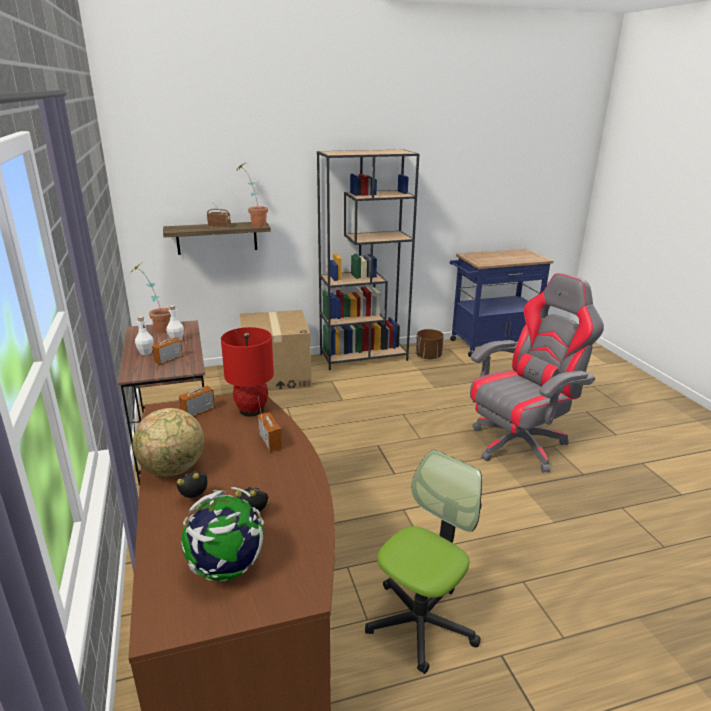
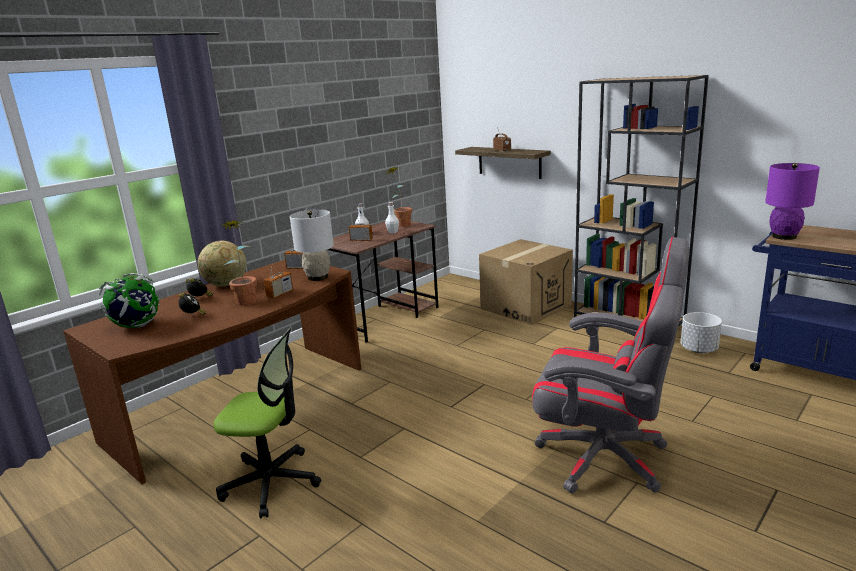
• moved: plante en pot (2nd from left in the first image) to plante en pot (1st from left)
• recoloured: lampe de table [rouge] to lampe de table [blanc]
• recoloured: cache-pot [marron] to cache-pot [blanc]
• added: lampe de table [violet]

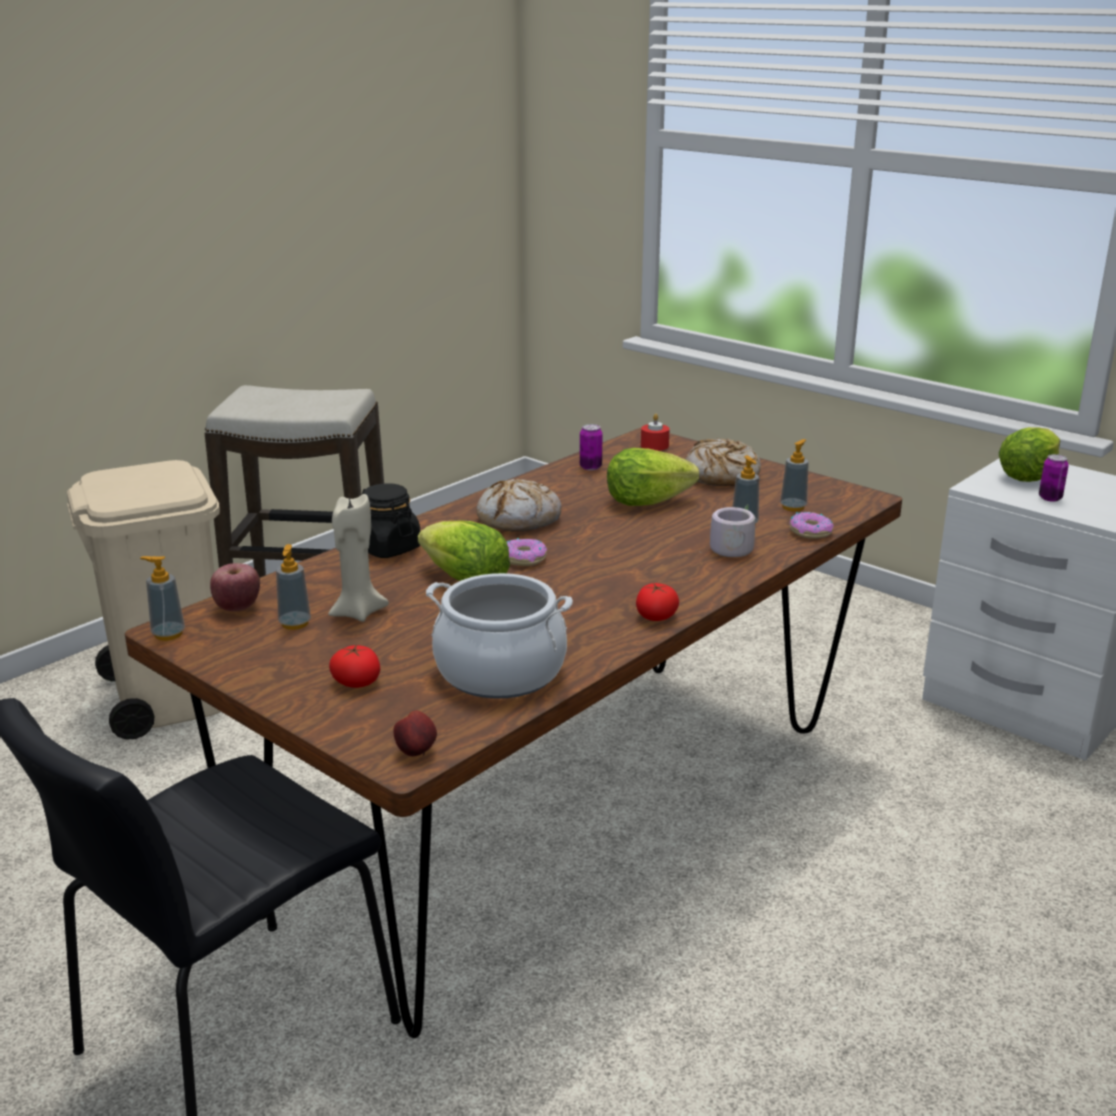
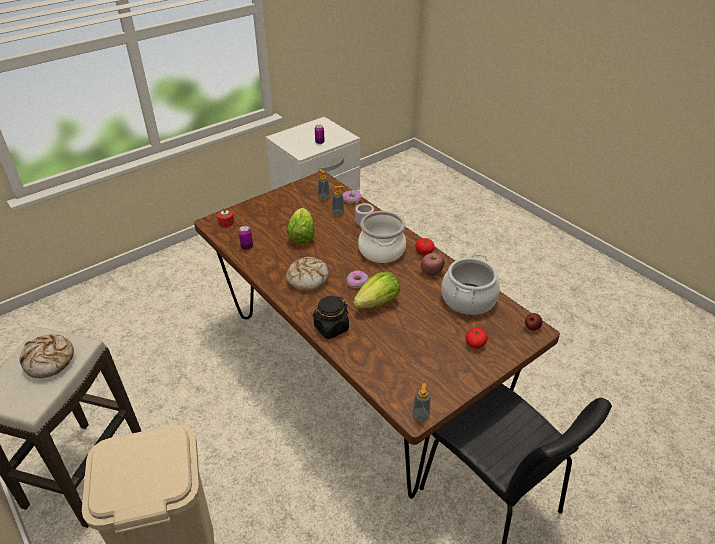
• moved: pain (2nd from left in the first image) to pain (1st from left)
• added: marmite (1st from left)
• moved: pomme (1st from left)
• removed: distributeur de savon (2nd from left)
• removed: bougie [beige]
• removed: laitue (3rd from left)

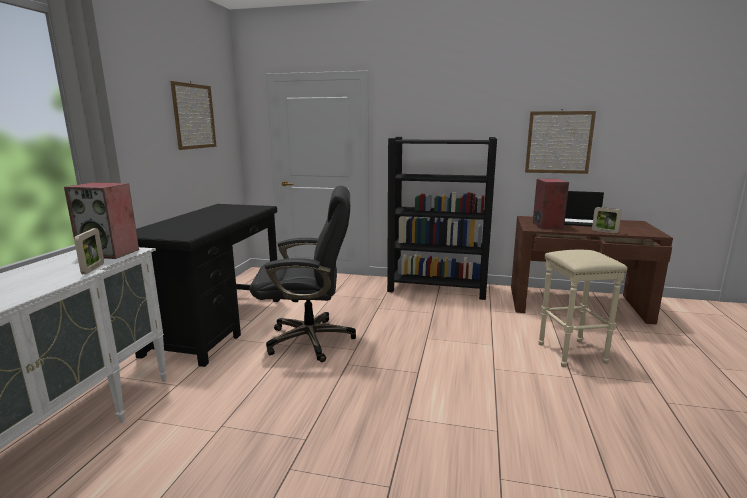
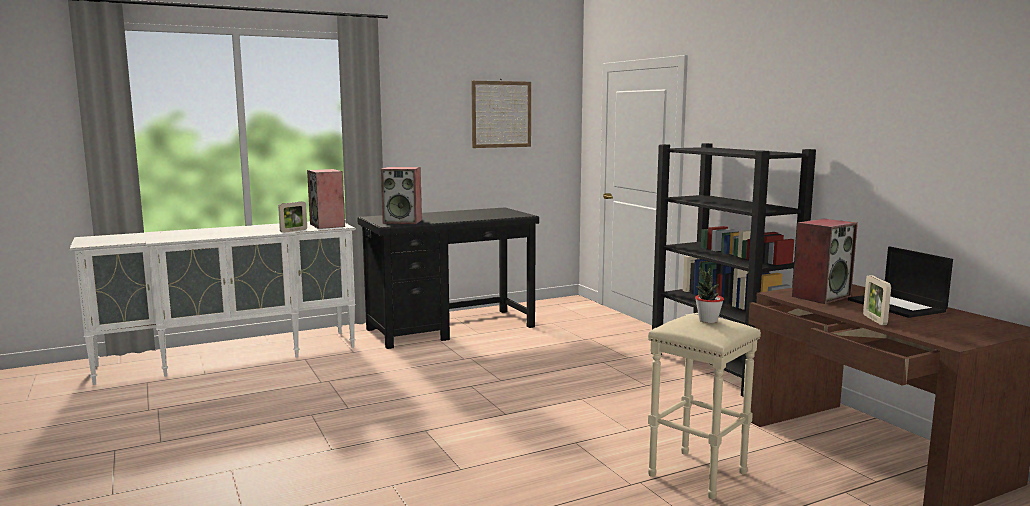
• added: enceinte (2nd from left)
• added: plante en pot
• removed: chaise de bureau [noir]
• removed: tableau (2nd from left)

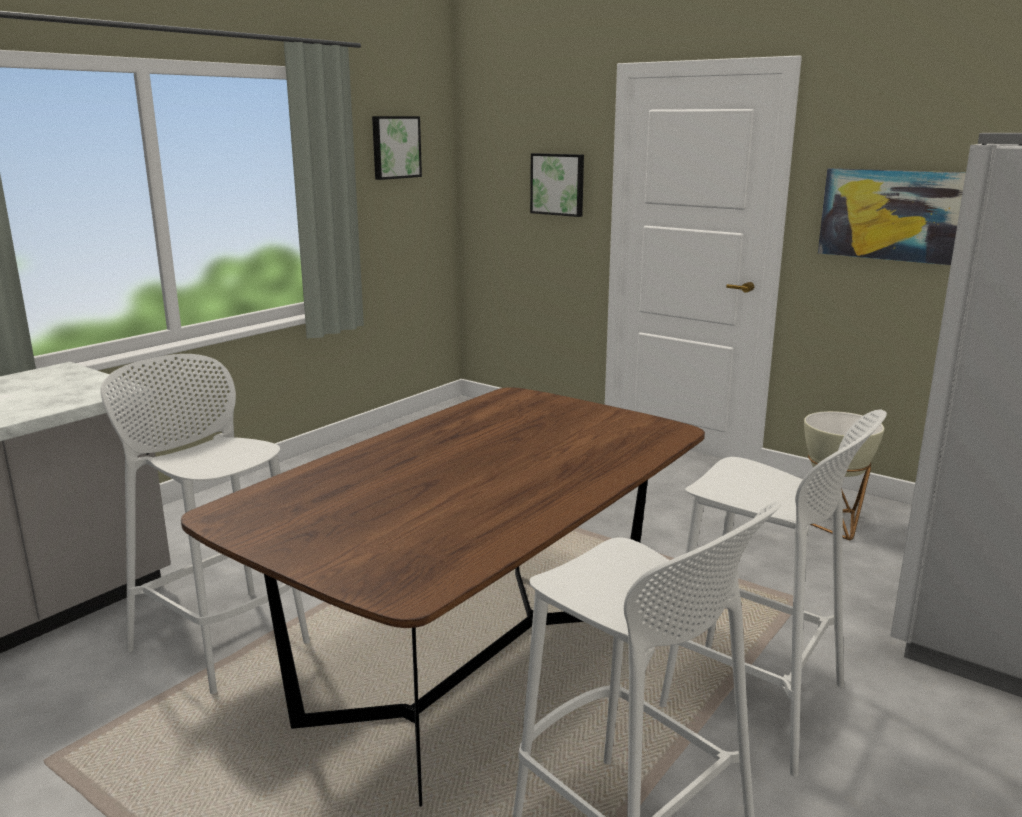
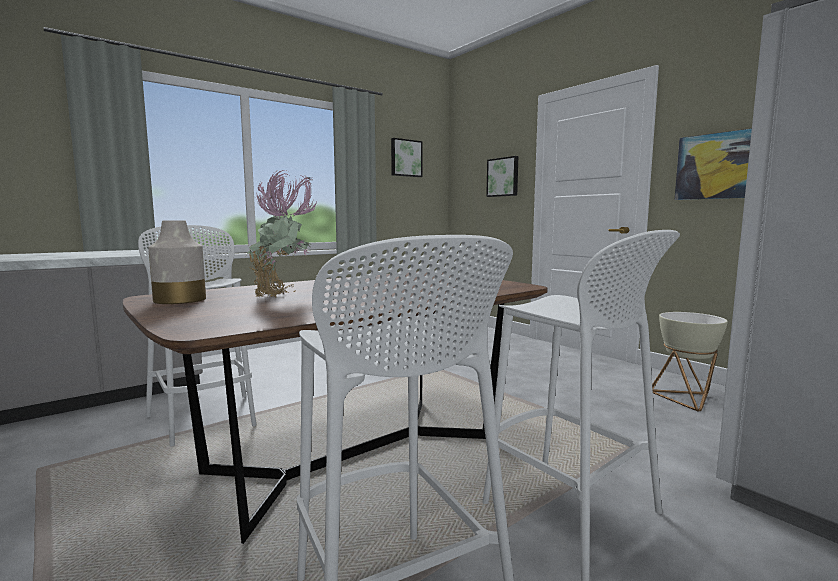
• added: vase [beige]
• added: plante en pot

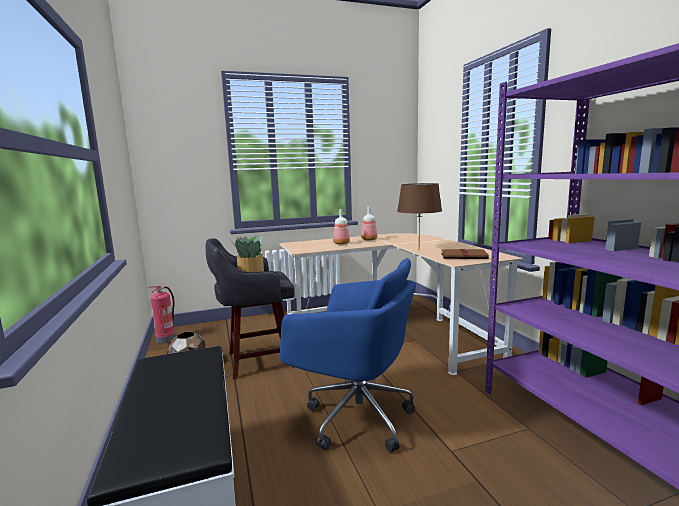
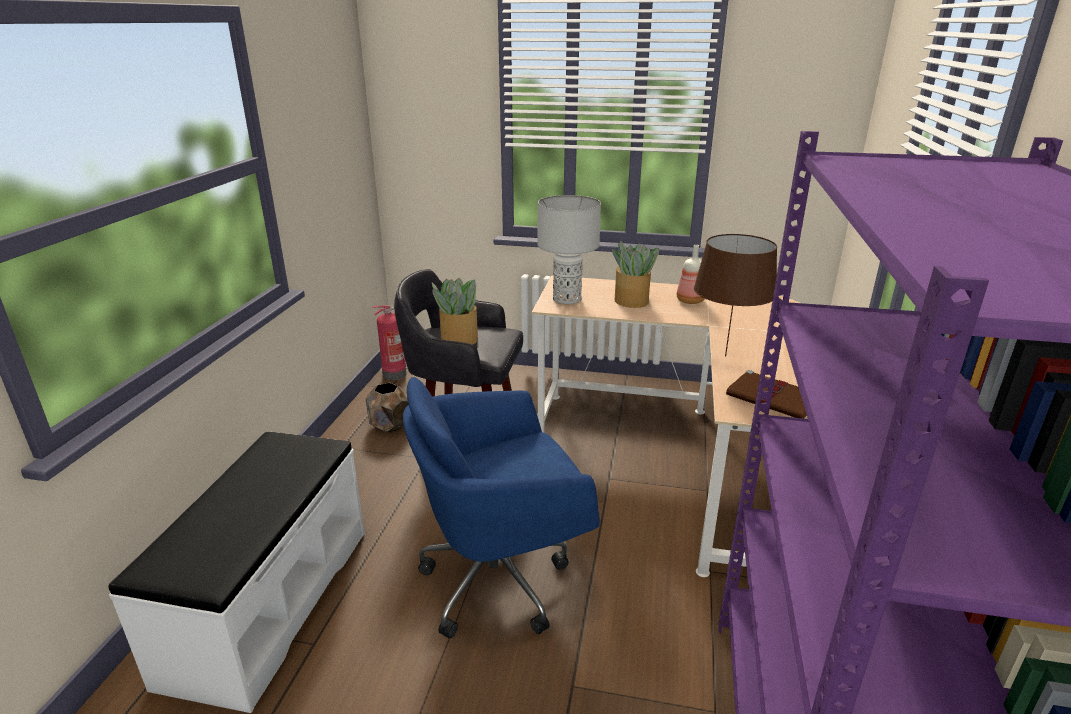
• turned: chaise de bureau [bleu] 105 degrees clockwise
• added: lampe de table [blanc]
• replaced: bouteille (1st from left) to plante en pot (2nd from left)

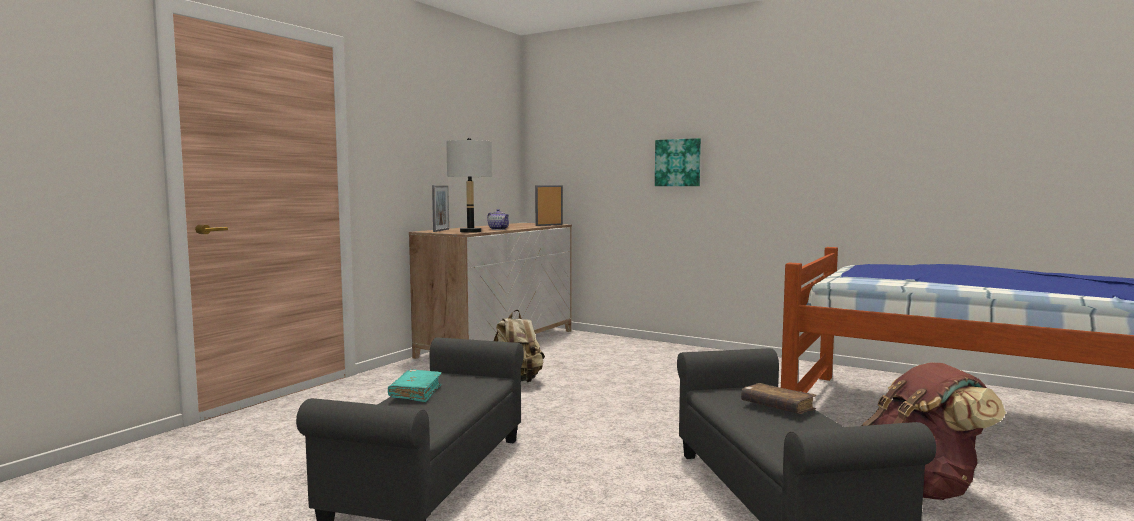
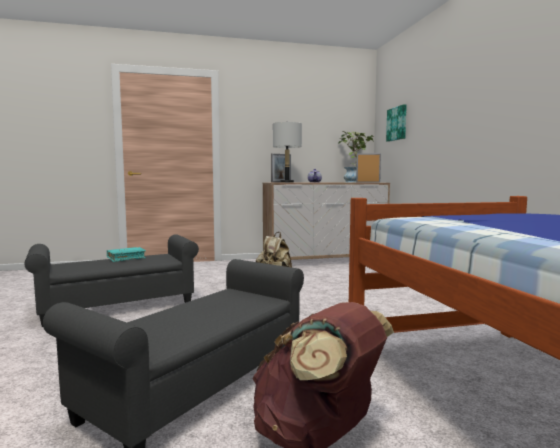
• added: plante en pot
• moved: tableau
• removed: livre [marron]

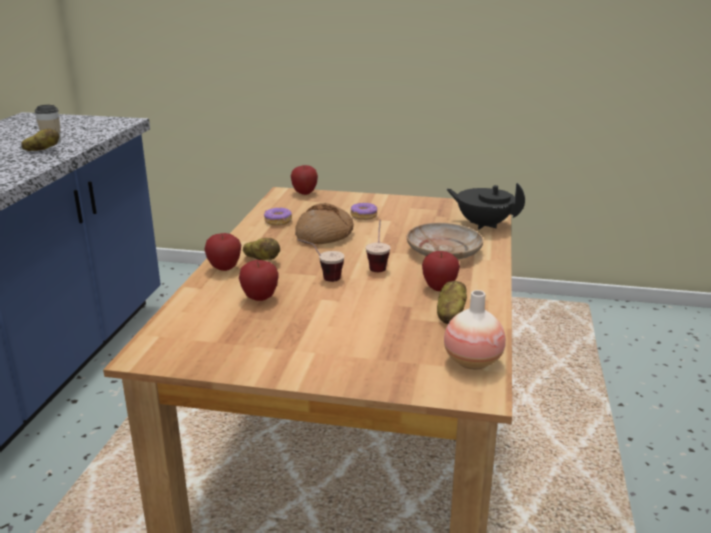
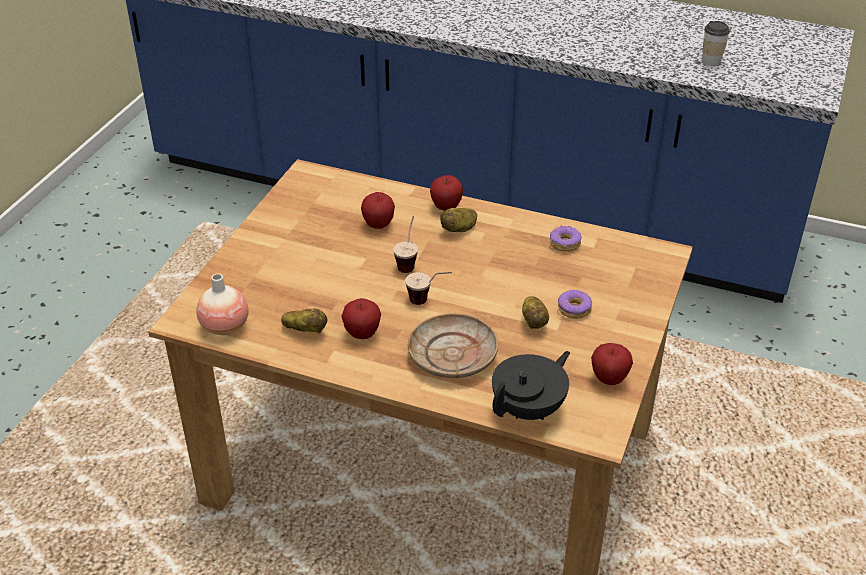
• moved: pomme de terre (1st from left in the first image) to pomme de terre (3rd from left)
• moved: pomme (3rd from left in the first image) to pomme (4th from left)
• removed: pain

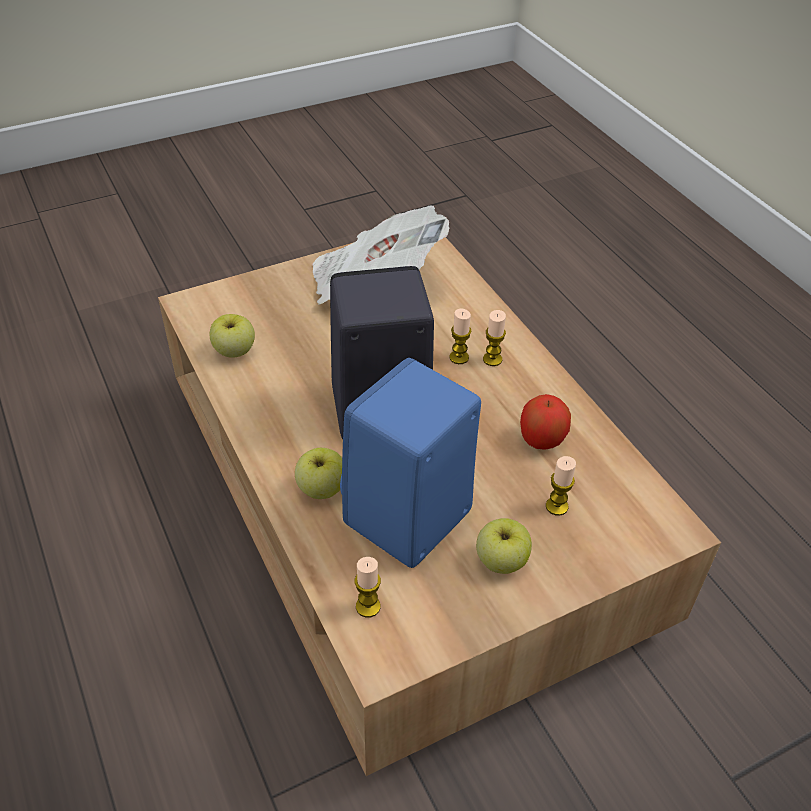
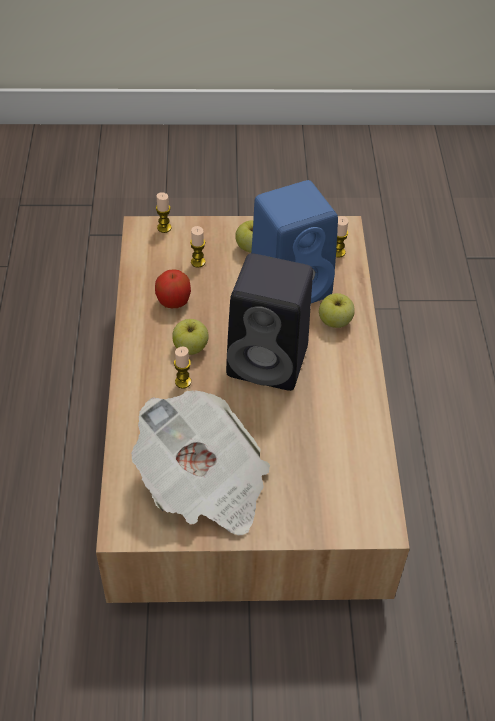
• moved: bougie (3rd from left in the first image) to bougie (1st from left)
• moved: pomme (1st from left in the first image) to pomme (2nd from left)

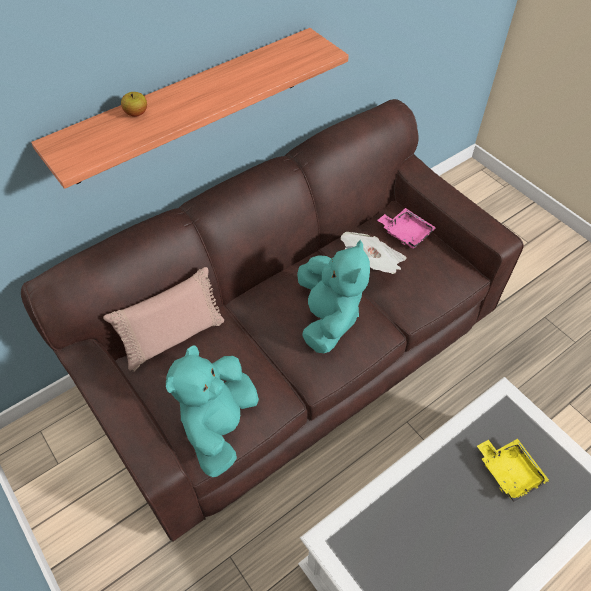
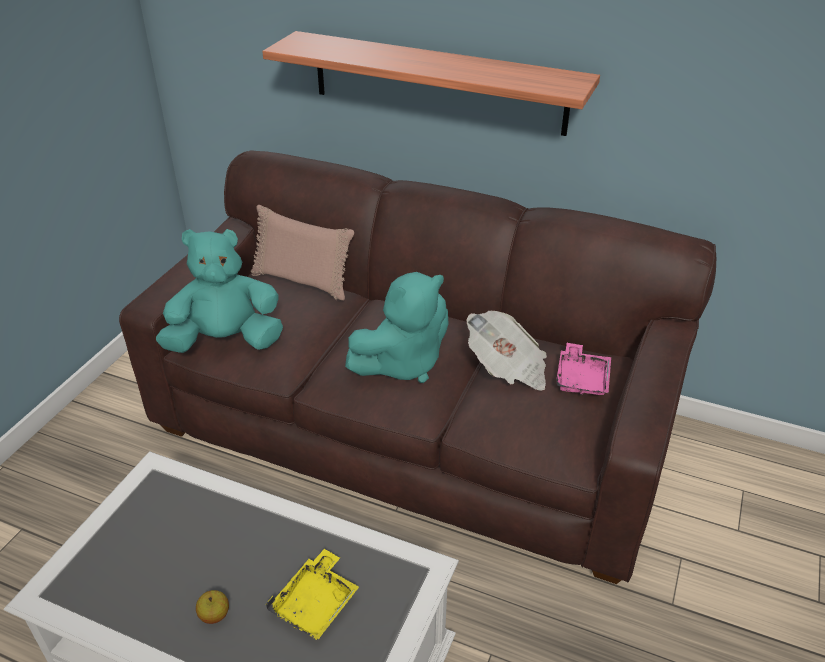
• moved: pomme

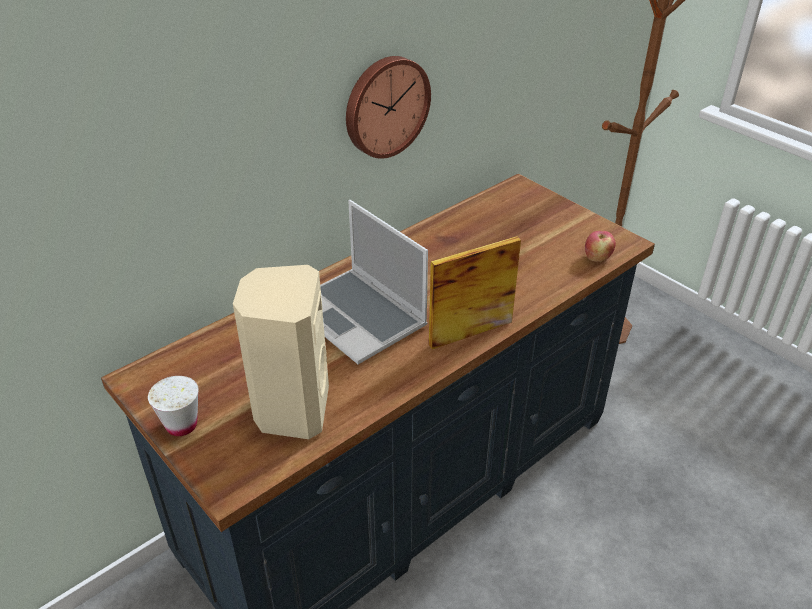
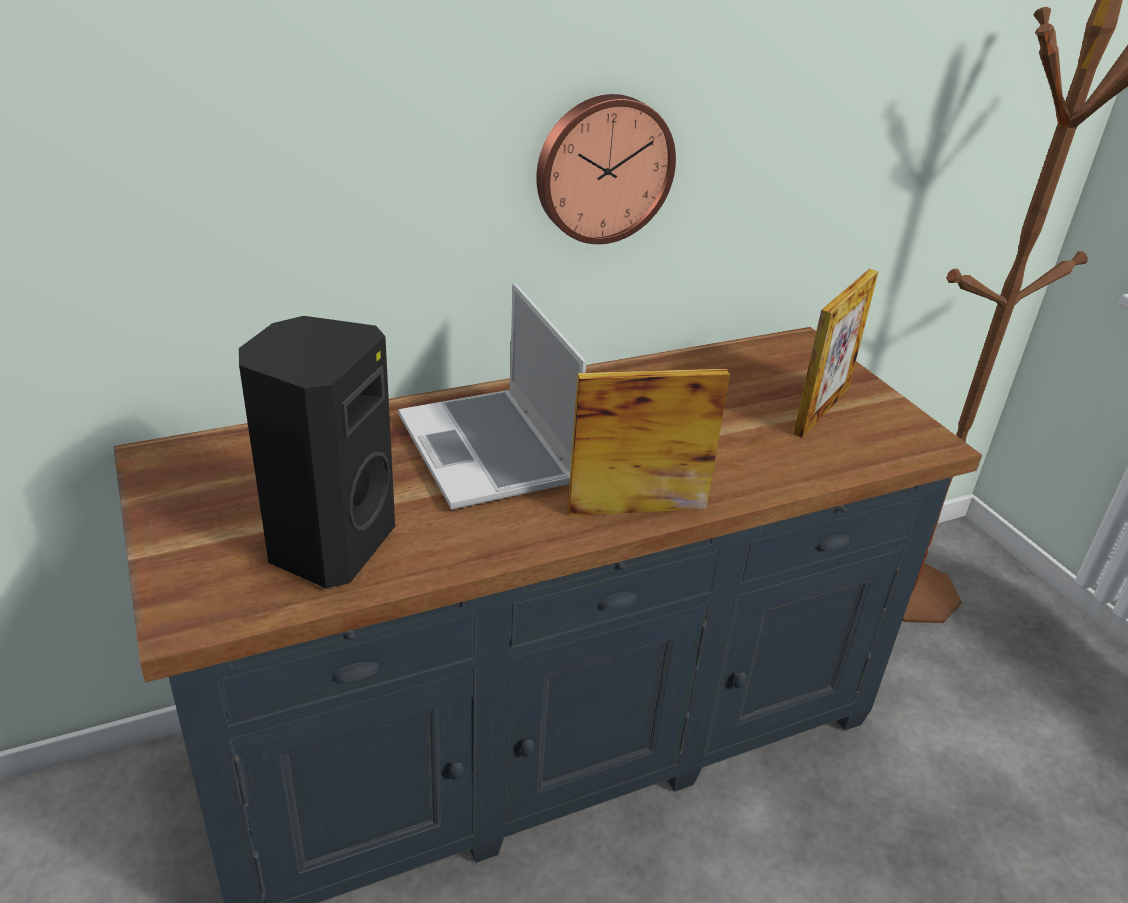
• recoloured: enceinte [beige] to enceinte [noir]
• added: cadre photo (2nd from left)
• removed: tasse [blanc]
• removed: pomme

